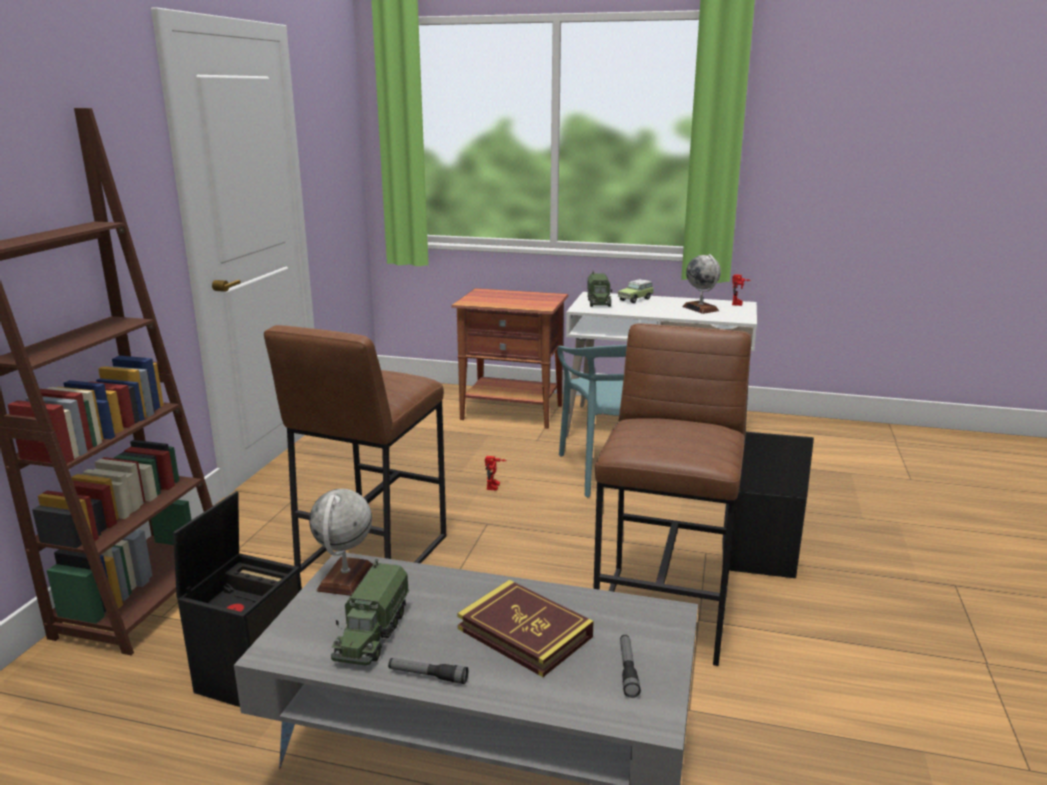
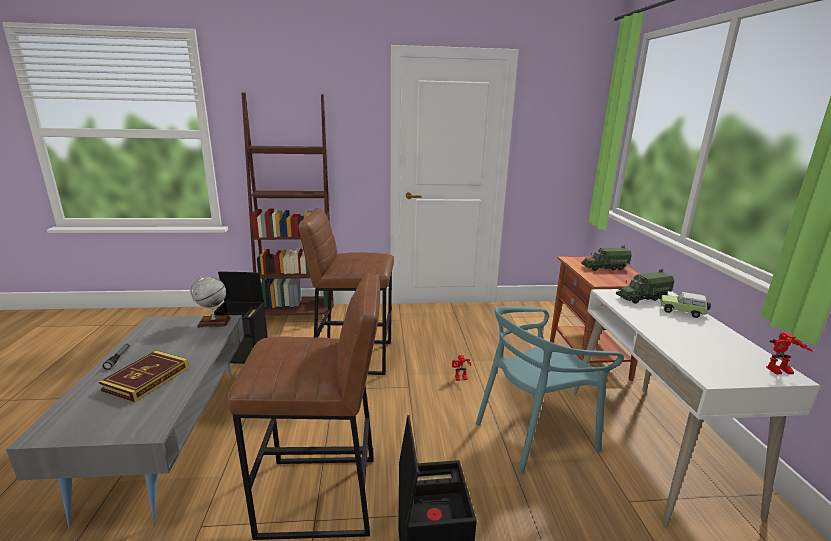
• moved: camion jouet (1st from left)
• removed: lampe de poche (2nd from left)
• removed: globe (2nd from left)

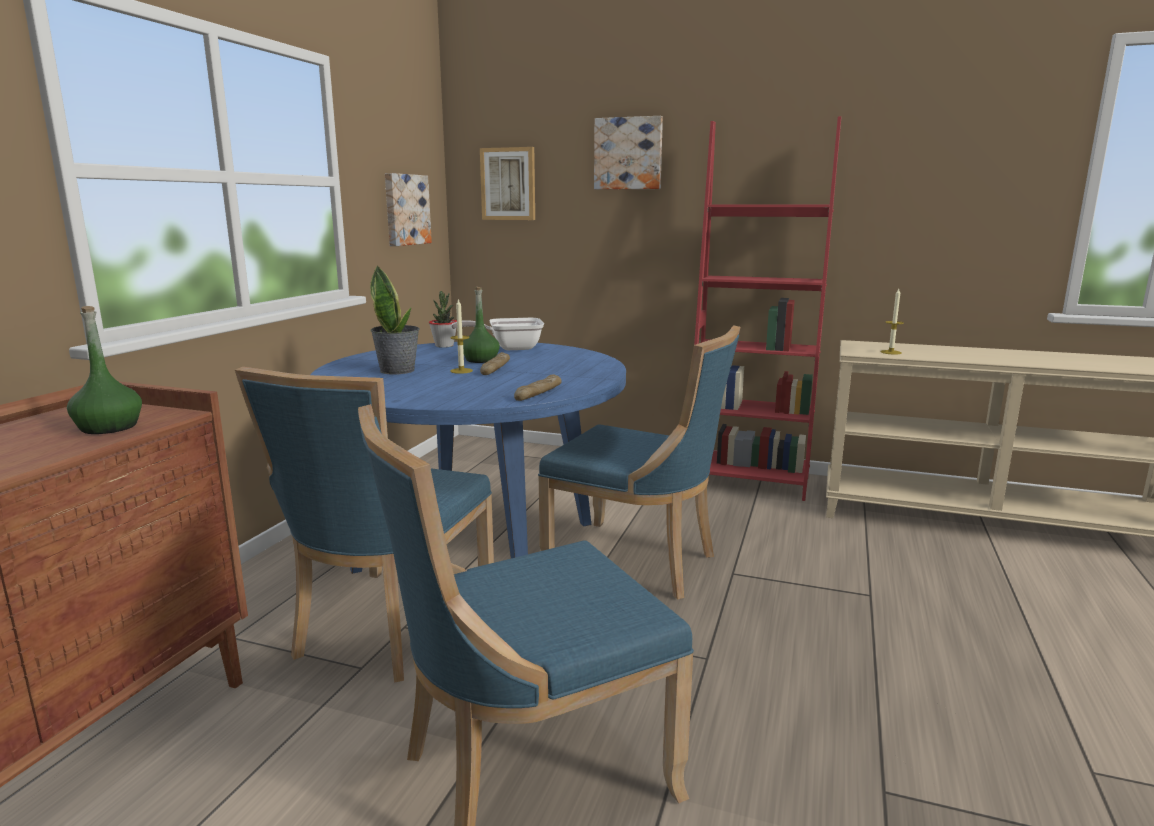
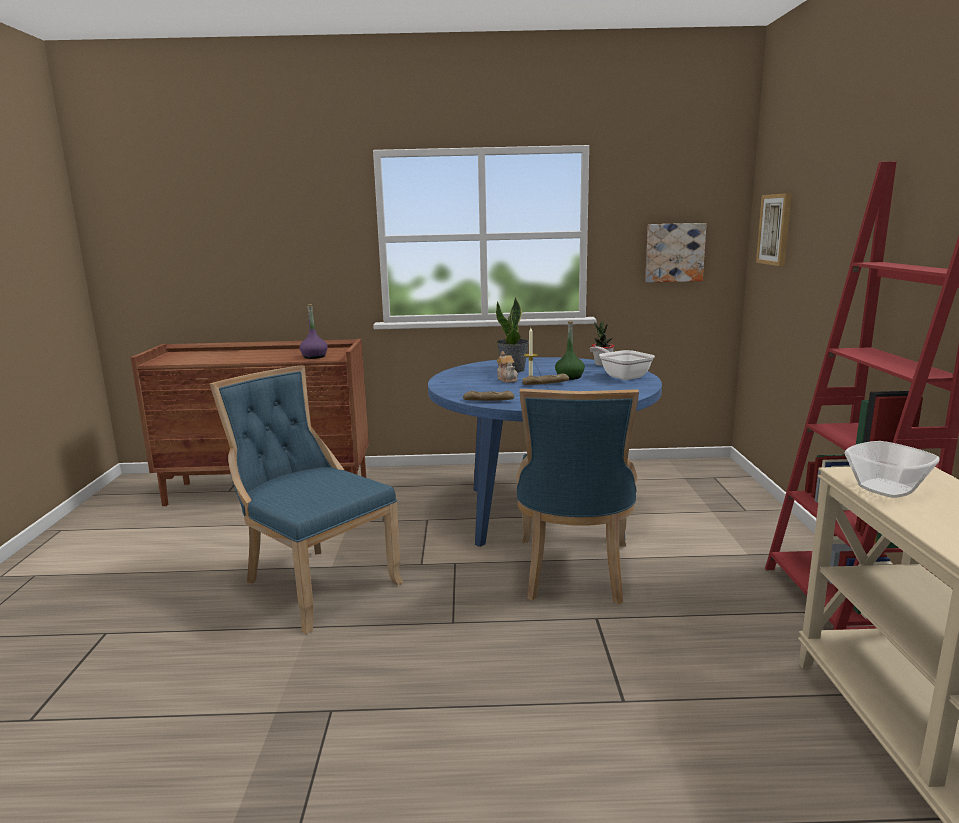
• recoloured: bouteille [vert] (1st from left) to bouteille [violet]
• added: théière
• replaced: bougie (2nd from left) to bol
• removed: chaise [bleu] (1st from left)
• removed: tableau (3rd from left)

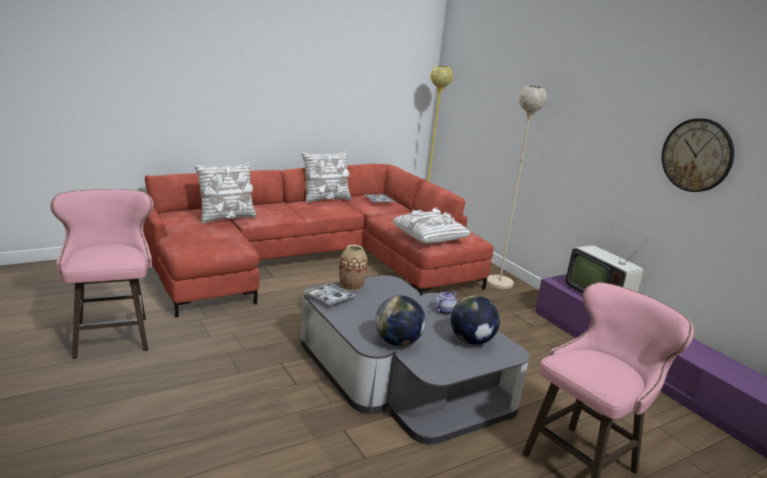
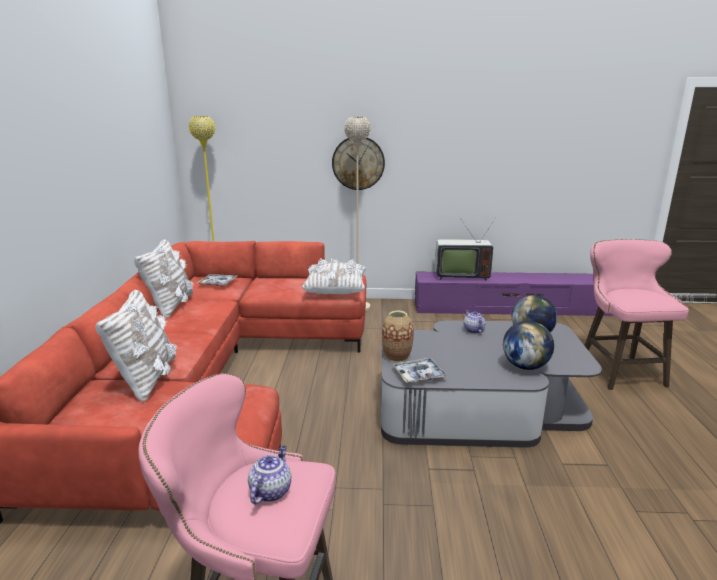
• added: théière (1st from left)
• moved: horloge murale

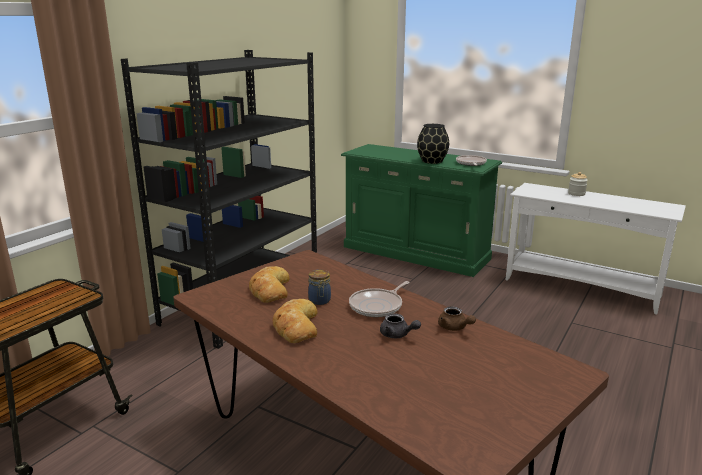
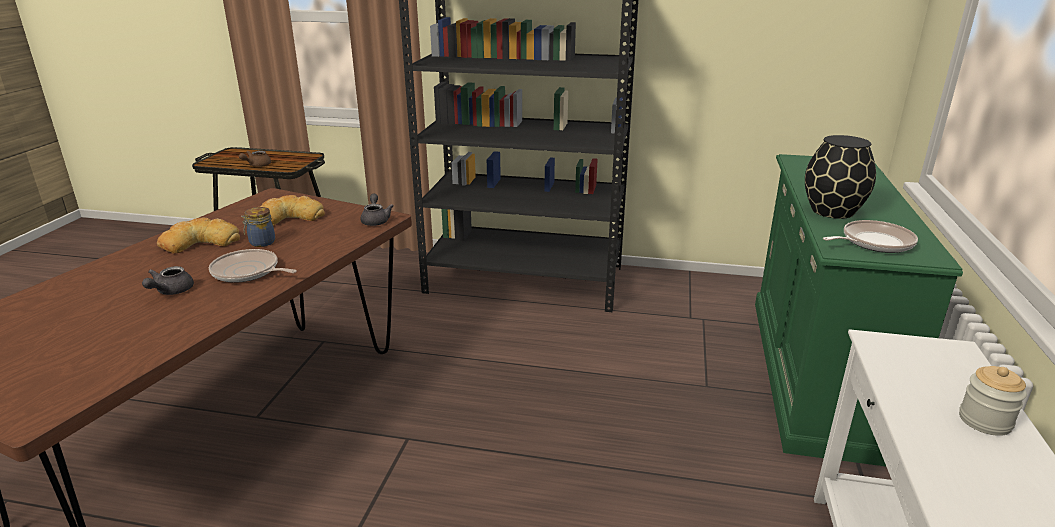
• moved: théière [marron]
• added: théière [gris] (2nd from left)

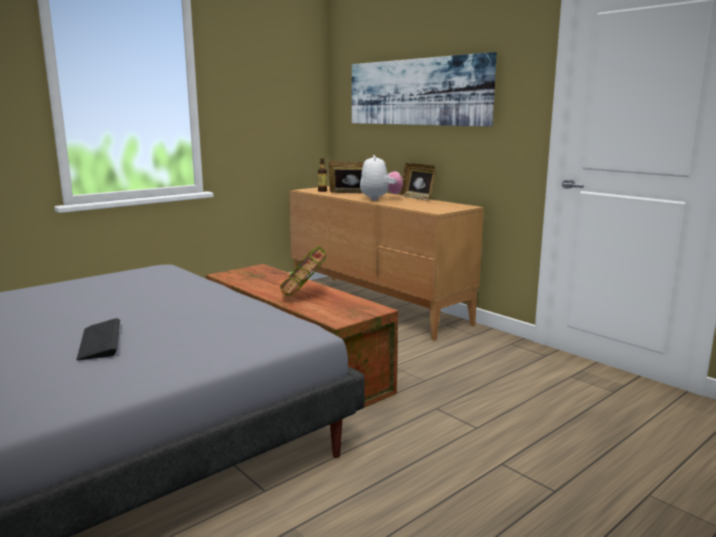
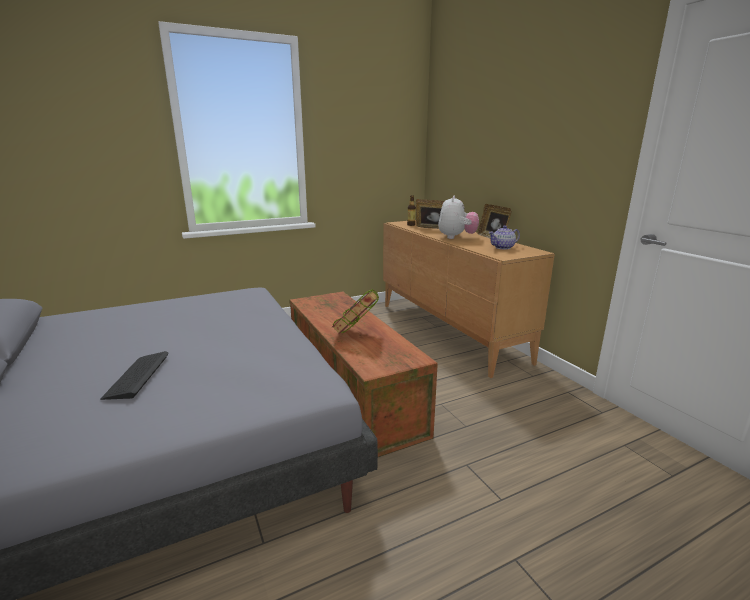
• added: théière
• removed: tableau

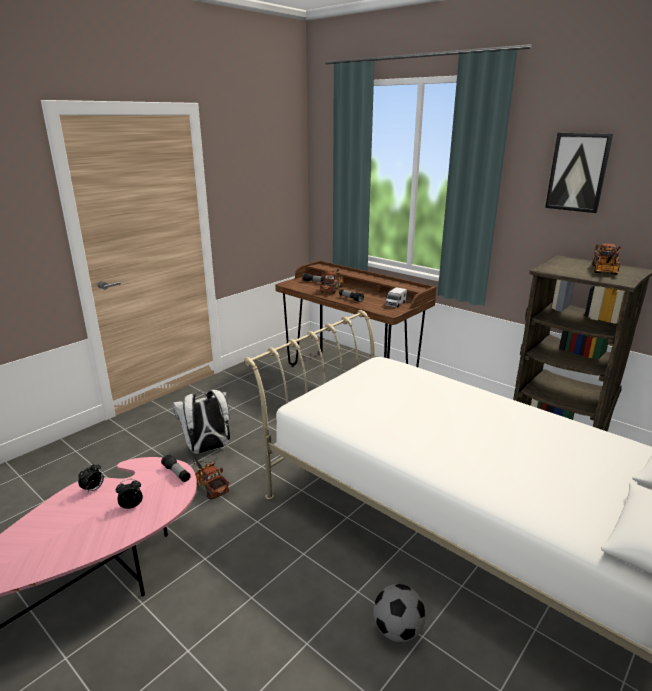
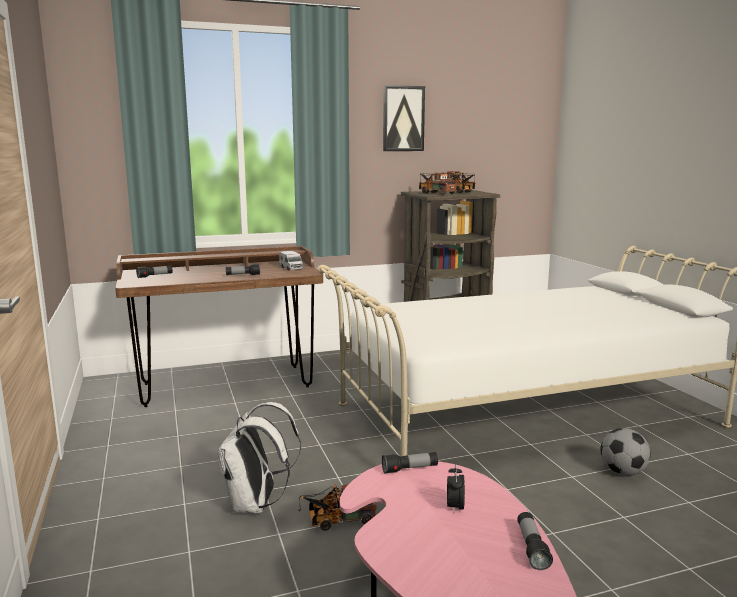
• moved: camion jouet (2nd from left in the first image) to camion jouet (3rd from left)
• added: lampe de poche (4th from left)
• removed: réveil (1st from left)

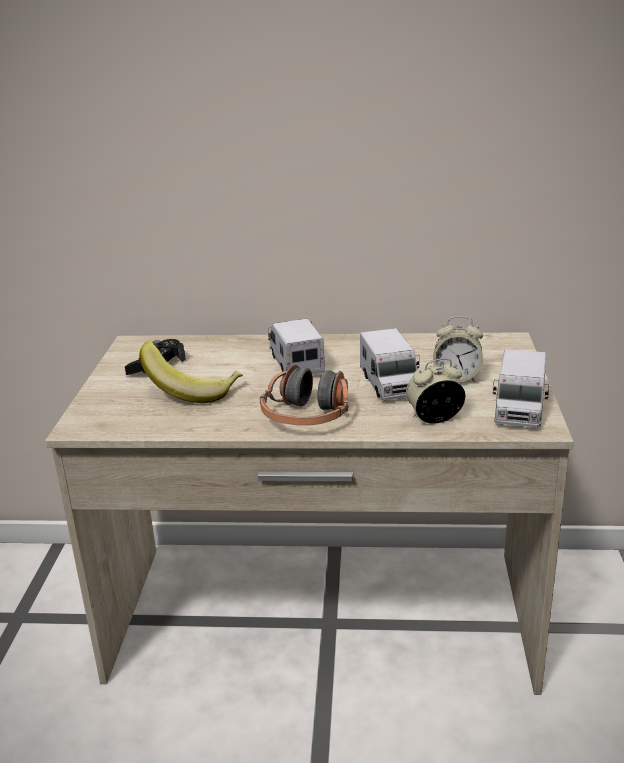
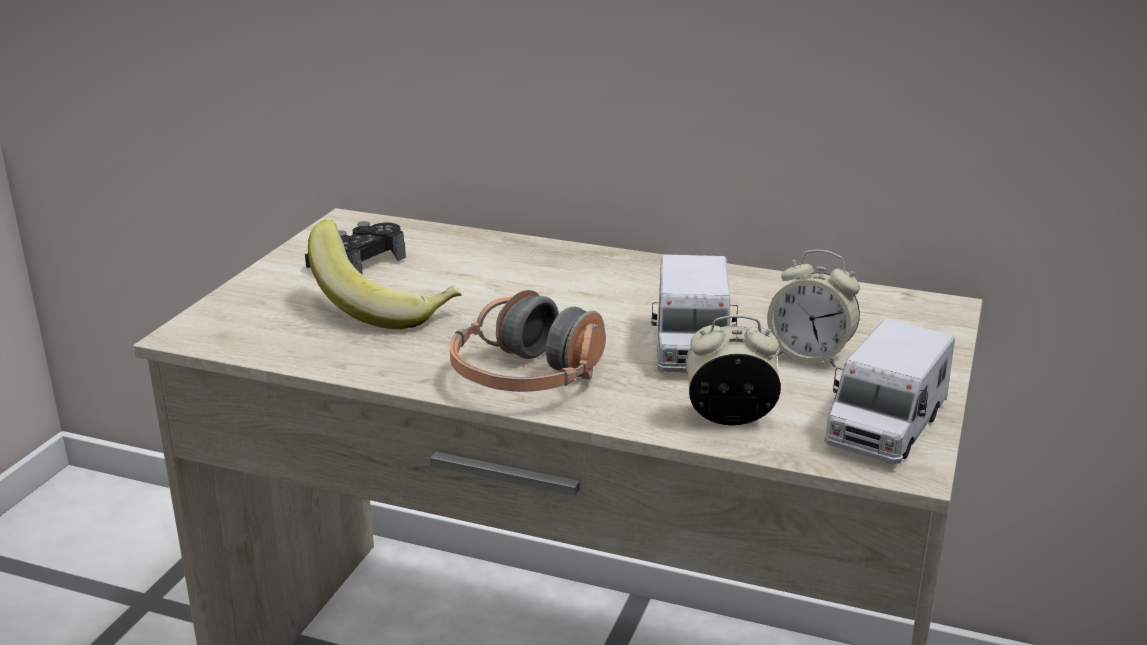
• removed: camion jouet (1st from left)

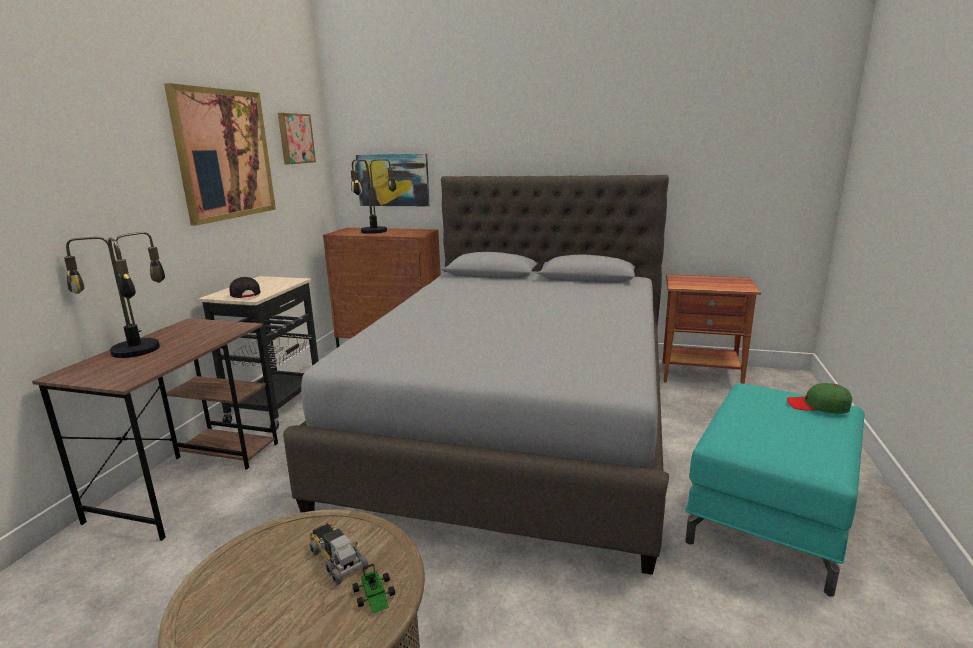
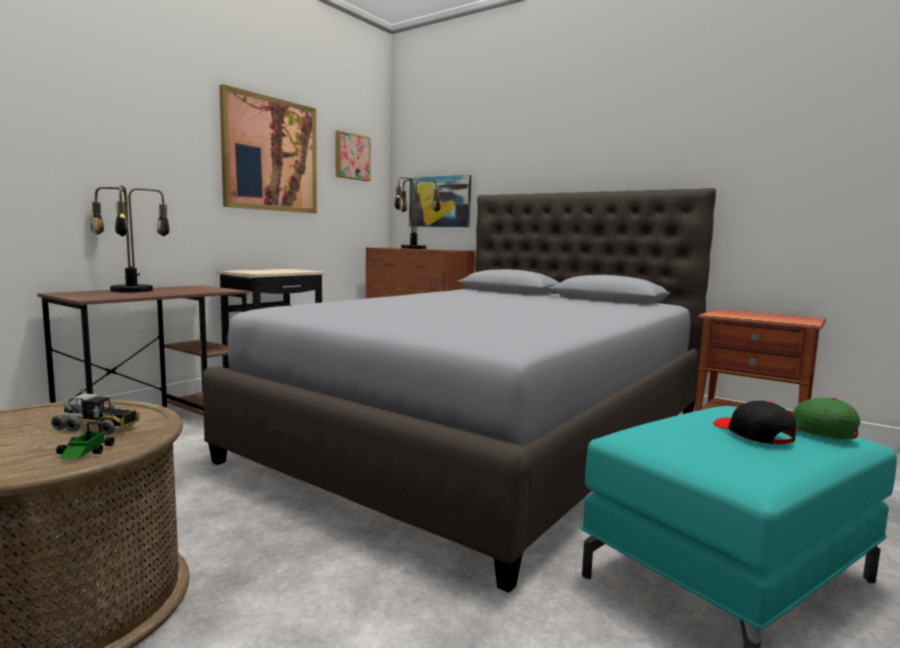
• turned: camion jouet 120 degrees clockwise
• moved: casquette [noir]

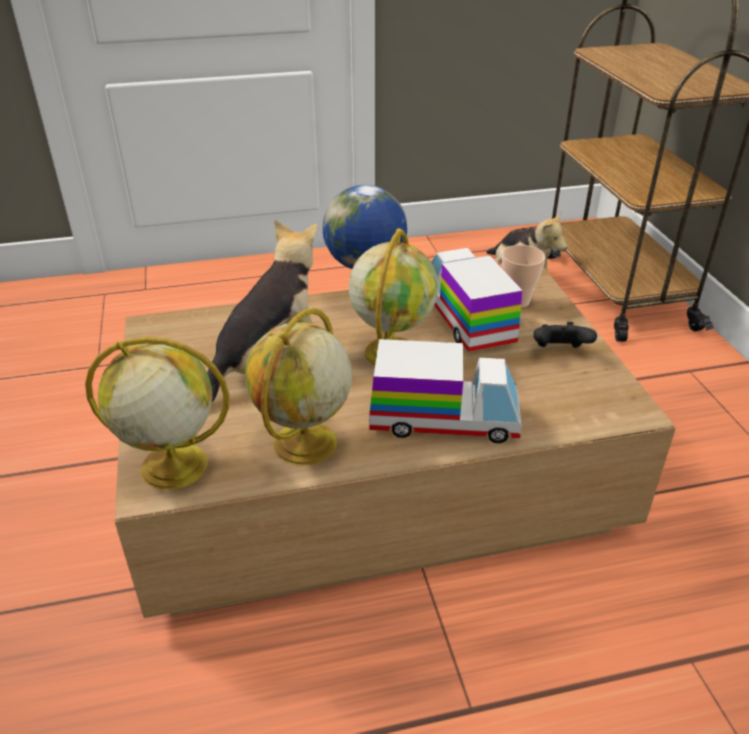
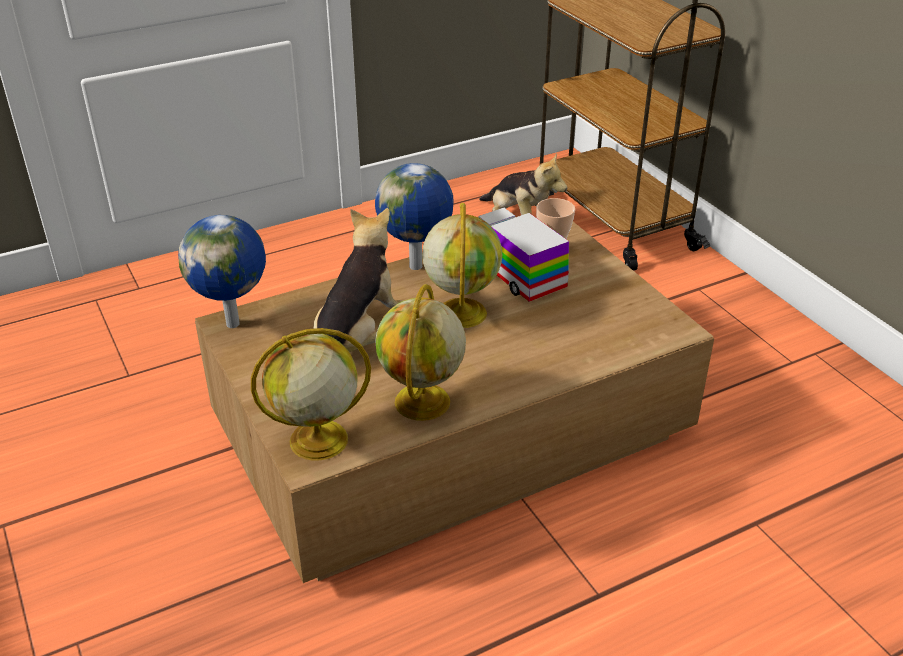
• added: globe (1st from left)
• removed: camion jouet (1st from left)
• removed: manette [noir]

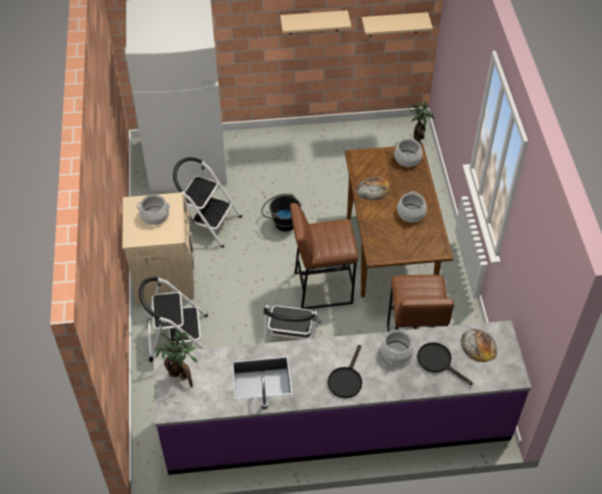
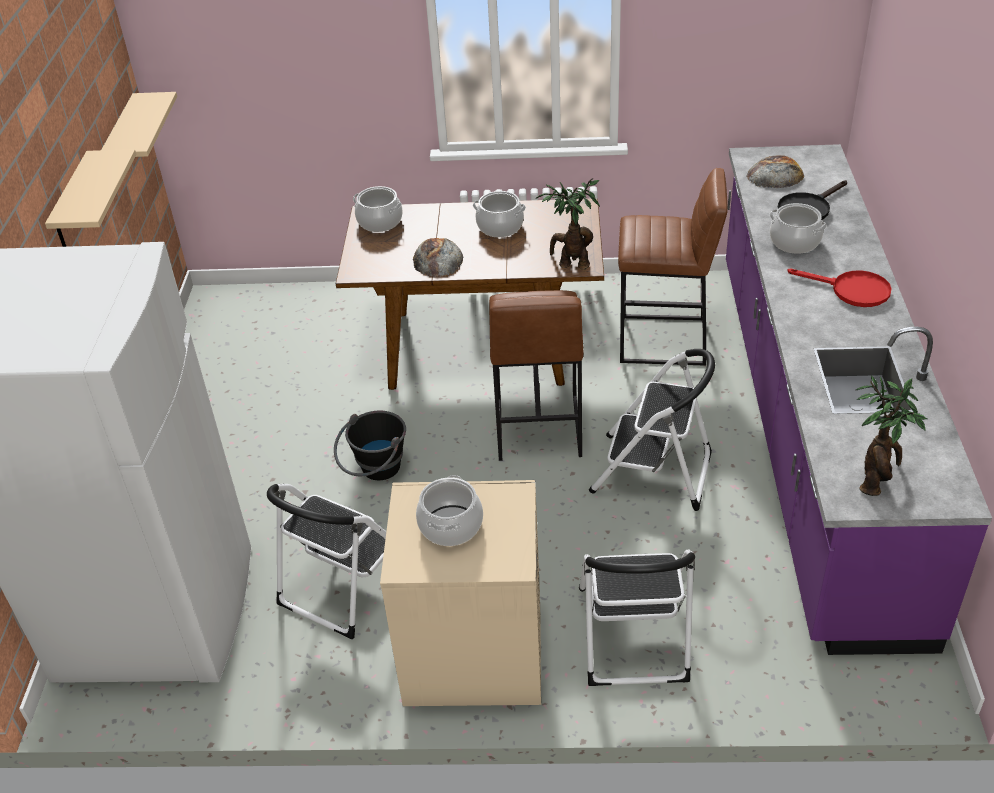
• moved: plante en pot (2nd from left in the first image) to plante en pot (1st from left)
• recoloured: poêle [noir] (1st from left) to poêle [rouge]

